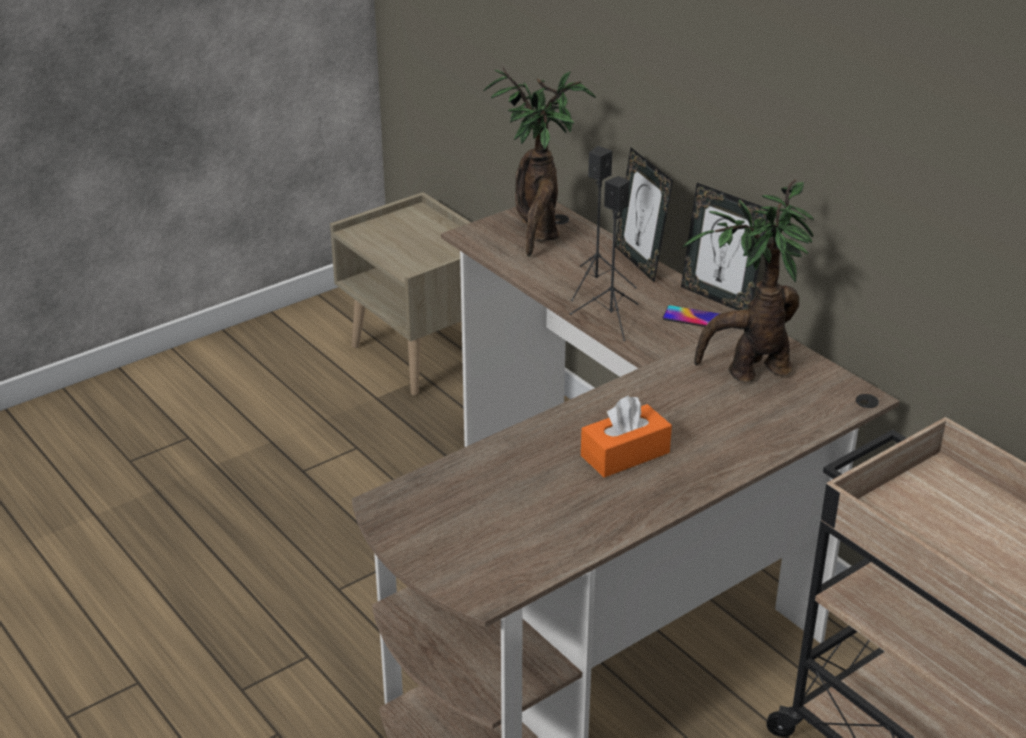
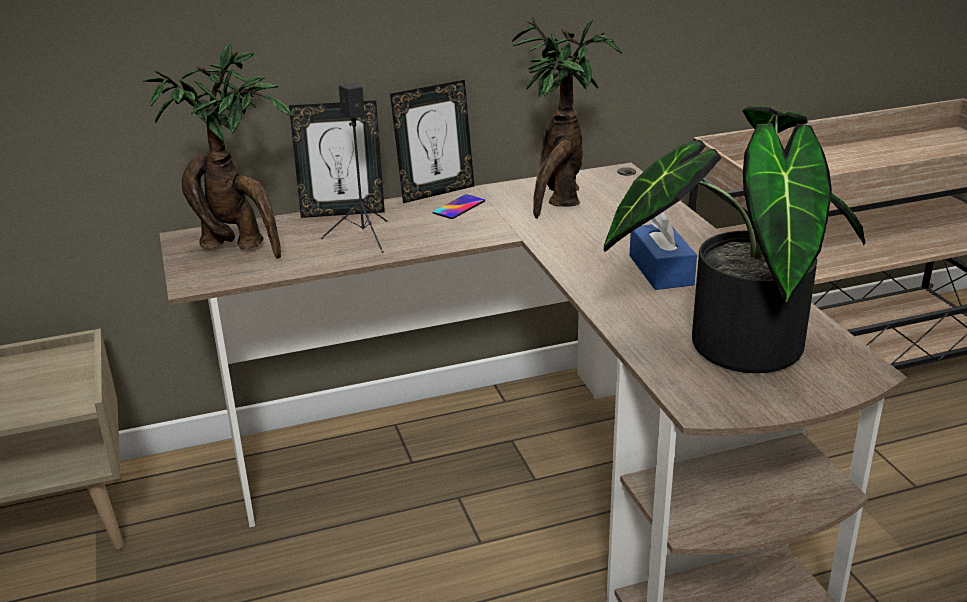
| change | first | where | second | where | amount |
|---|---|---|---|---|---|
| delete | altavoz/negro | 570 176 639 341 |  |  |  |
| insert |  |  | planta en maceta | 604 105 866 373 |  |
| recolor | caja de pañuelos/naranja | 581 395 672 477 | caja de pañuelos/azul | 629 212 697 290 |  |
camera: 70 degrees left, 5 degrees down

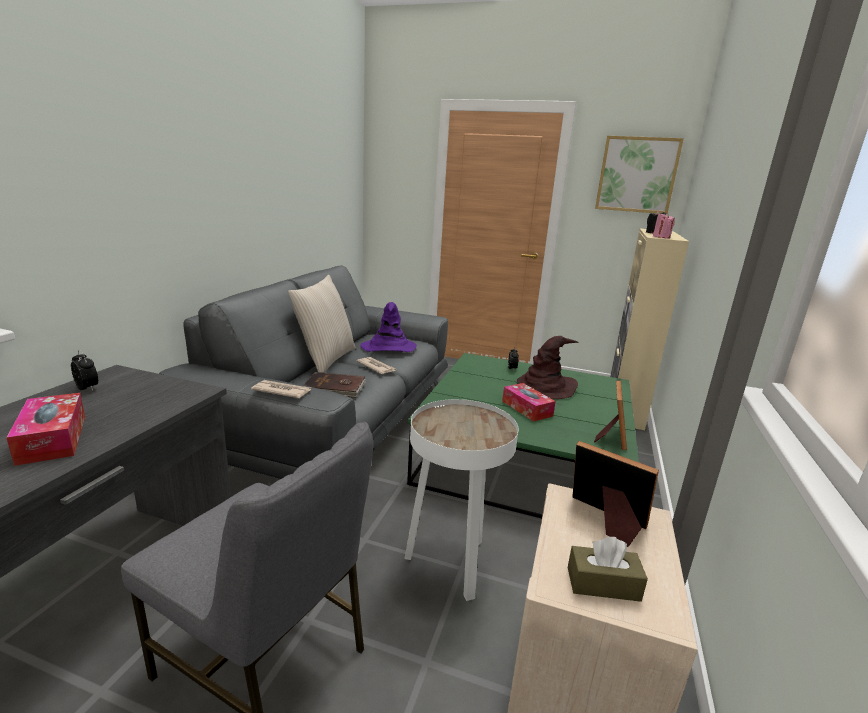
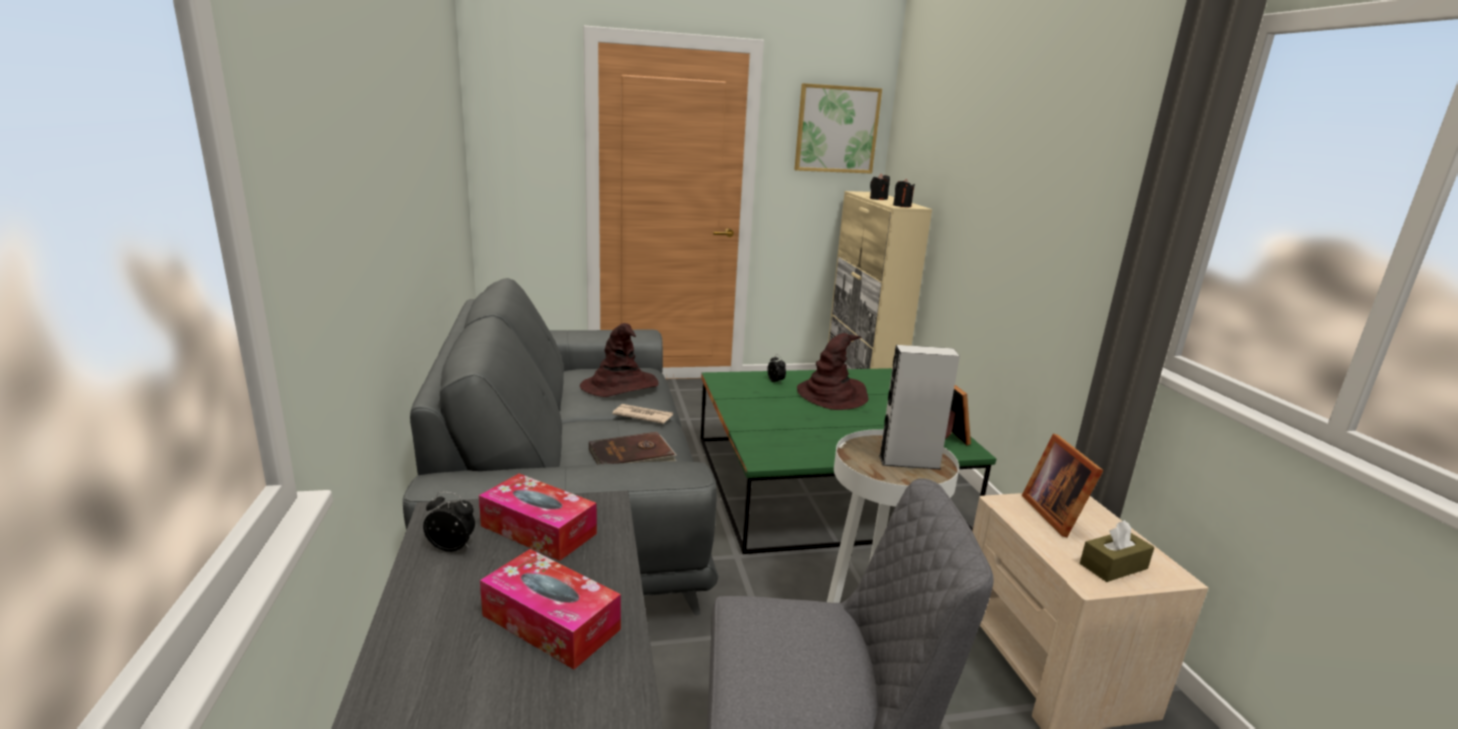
| change | first | where | second | where | amount |
|---|---|---|---|---|---|
| delete | periódico | 251 380 311 398 |  |  |  |
| delete | cojín/beis | 288 275 356 373 |  |  |  |
| insert |  |  | altavoz/gris | 879 345 960 470 |  |
| move | caja de pañuelos | 502 383 556 422 |  | 479 474 597 561 |  |
| recolor | sombrero/morado | 360 302 417 352 | sombrero/marrón | 580 323 659 397 |  |
| recolor | vela/rosa | 653 212 675 239 | vela/negro | 893 179 915 207 |  |
| rotate | portarretratos | 573 441 659 547 |  | 1022 434 1103 537 | 105 degrees counterclockwise |
camera: 30 degrees left, 0 degrees up

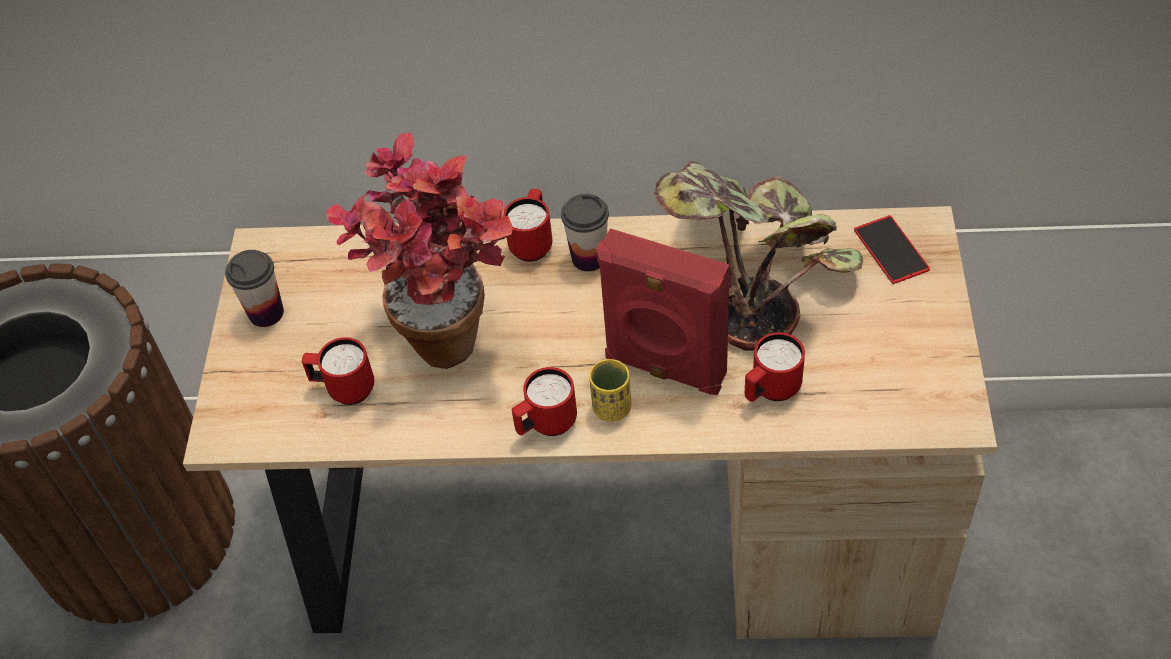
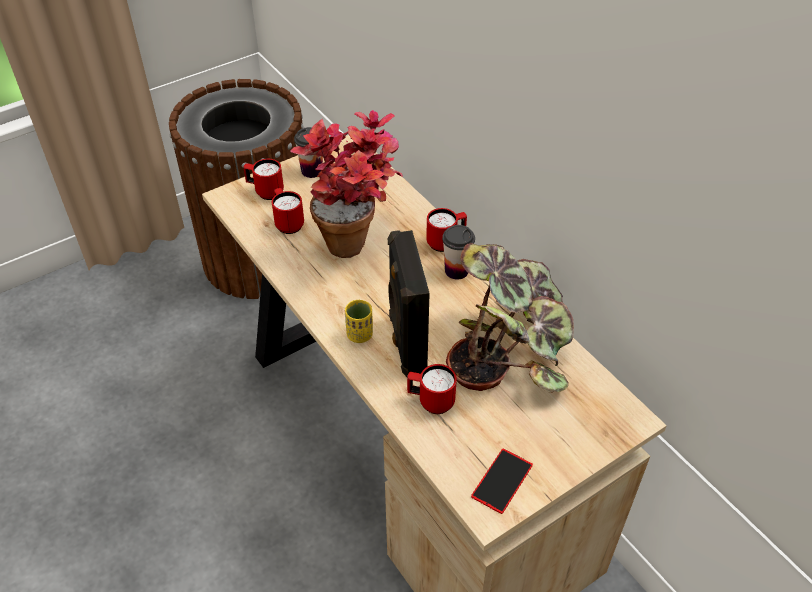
| change | first | where | second | where | amount |
|---|---|---|---|---|---|
| move | taza grande/rojo | 511 367 577 436 |  | 243 159 284 200 |  |
| move | móvil | 854 215 930 284 |  | 471 448 533 514 |  |
| recolor | altavoz/rojo | 596 228 730 395 | altavoz/negro | 388 230 430 377 |  |
camera: 50 degrees right, 5 degrees down

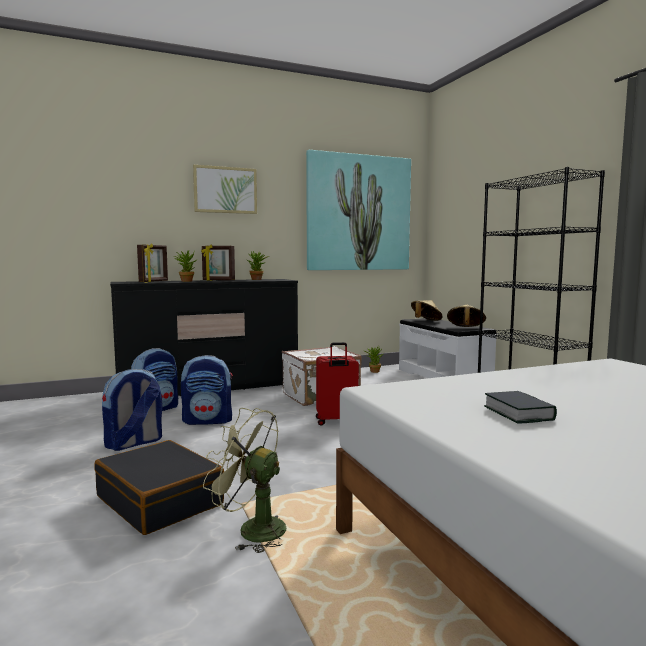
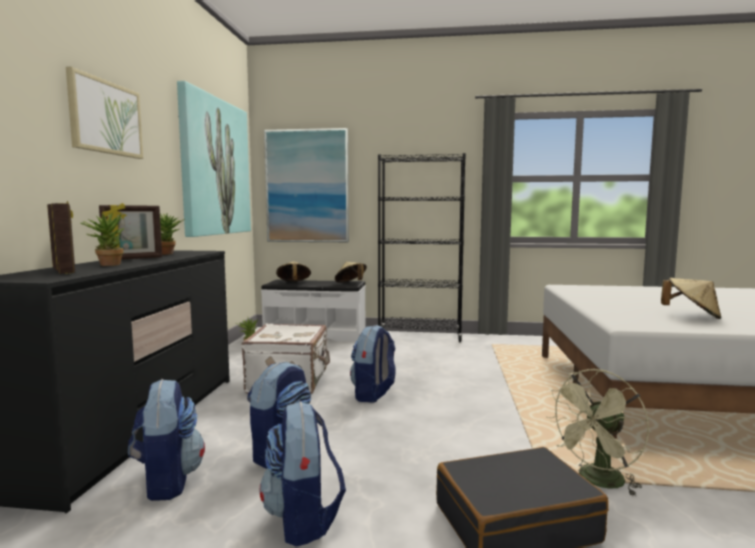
| change | first | where | second | where | amount |
|---|---|---|---|---|---|
| insert |  |  | cuadro | 264 128 349 242 |  |
| replace | maleta/rojo | 316 342 359 426 | mochila | 350 325 396 403 |  |
| replace | libro | 484 391 557 424 | sombrero/beis | 661 278 721 319 |  |
camera: 60 degrees left, 0 degrees up

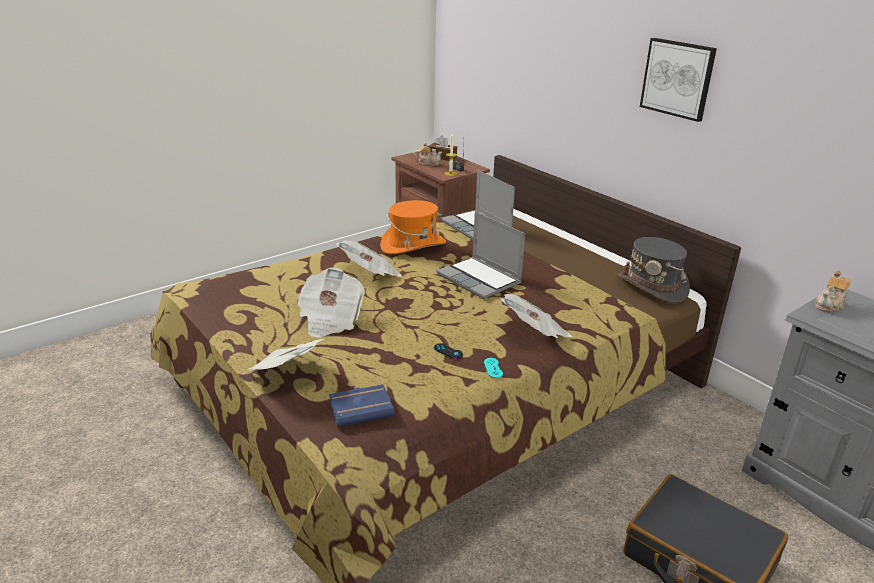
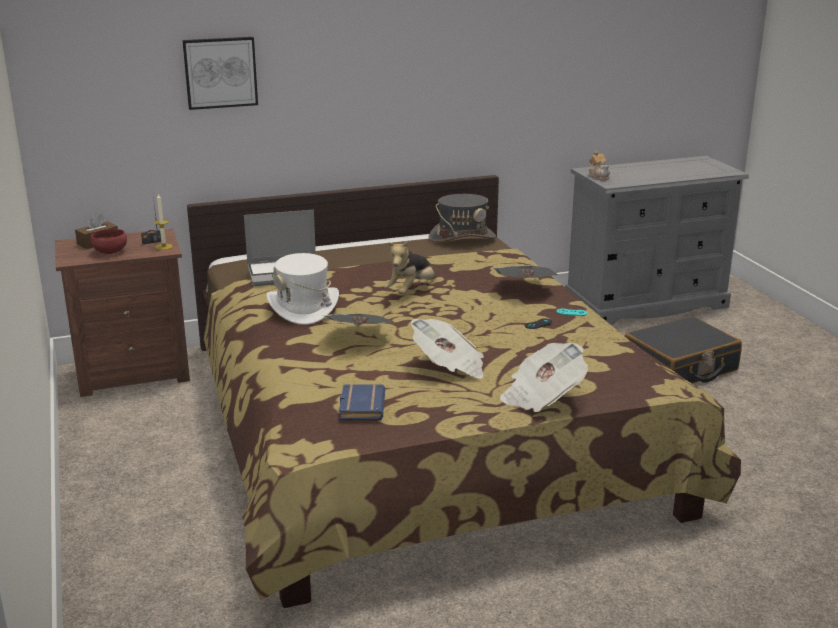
| change | first | where | second | where | amount |
|---|---|---|---|---|---|
| move | libro/azul | 329 384 395 427 |  | 339 384 385 420 |  |
| move | cuadro | 640 38 717 122 |  | 182 37 258 110 |  |
| replace | tetera | 414 142 442 165 | cuenco/rojo | 91 229 127 254 |  |
| replace | portátil | 437 212 525 299 | peluche | 384 241 436 294 |  |
| recolor | sombrero/naranja | 380 200 446 254 | sombrero/blanco | 266 253 339 325 |  |
camera: 70 degrees left, 5 degrees down

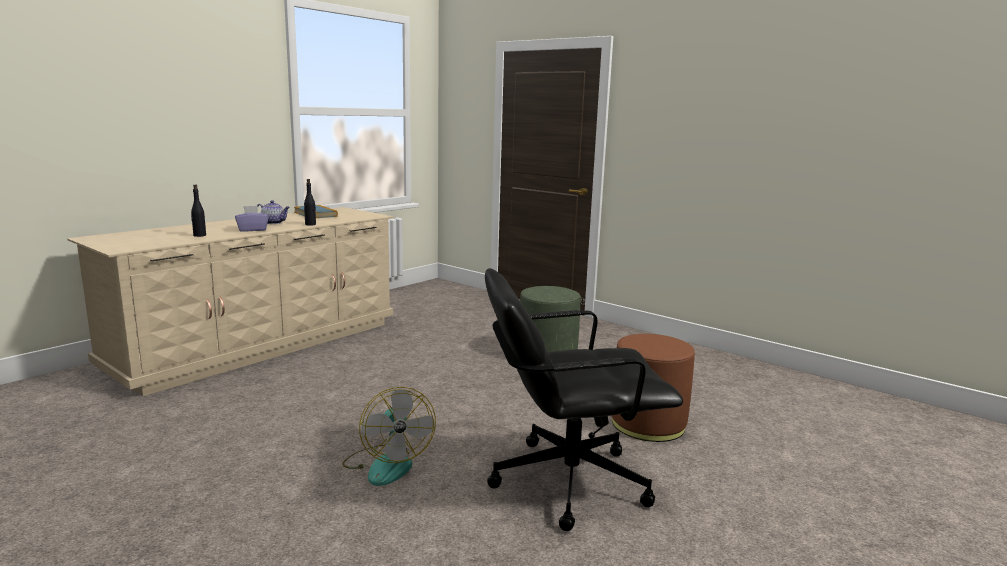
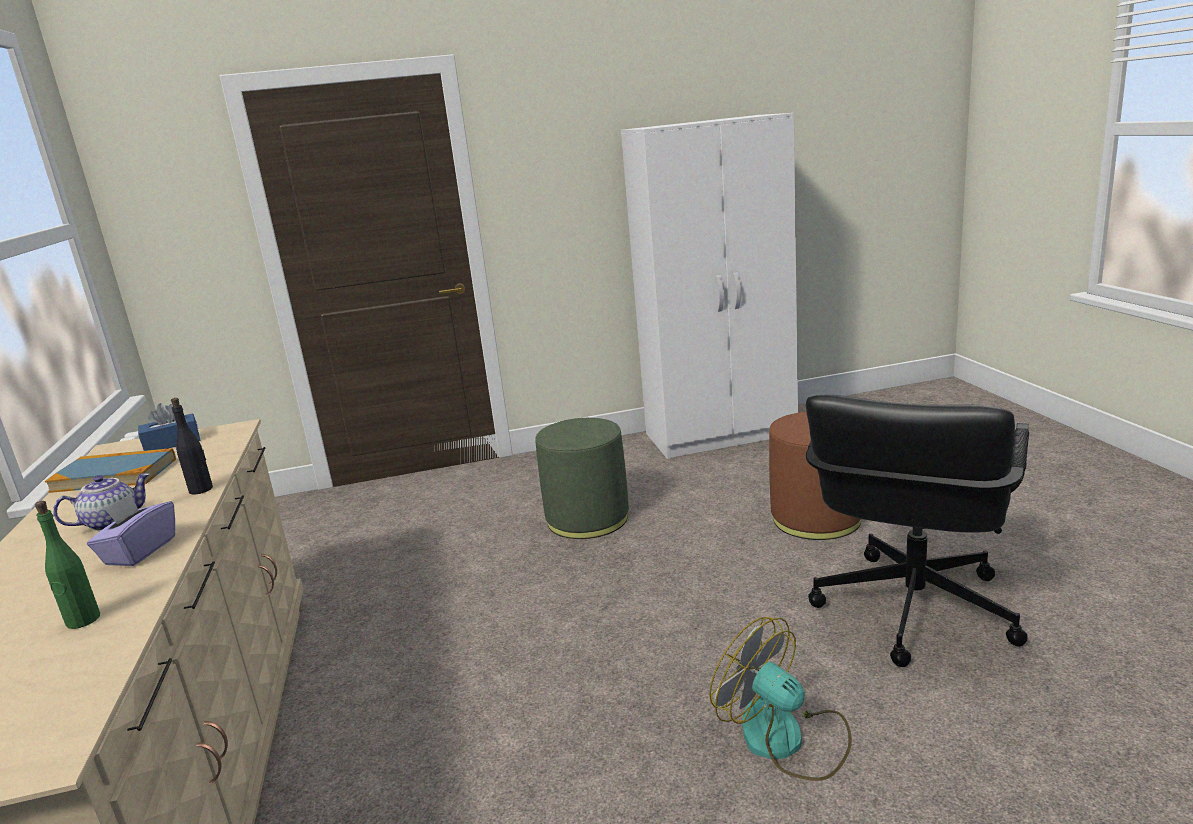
| change | first | where | second | where | amount |
|---|---|---|---|---|---|
| insert |  |  | caja de pañuelos/azul | 138 403 200 451 |  |
| insert |  |  | armario ropero/blanco | 621 113 798 459 |  |
| recolor | botella/negro | 191 185 206 237 | botella/verde | 35 501 100 629 |  |
| rotate | ventilador | 342 387 436 486 |  | 709 617 852 781 | 150 degrees counterclockwise |
camera: 50 degrees left, 5 degrees up

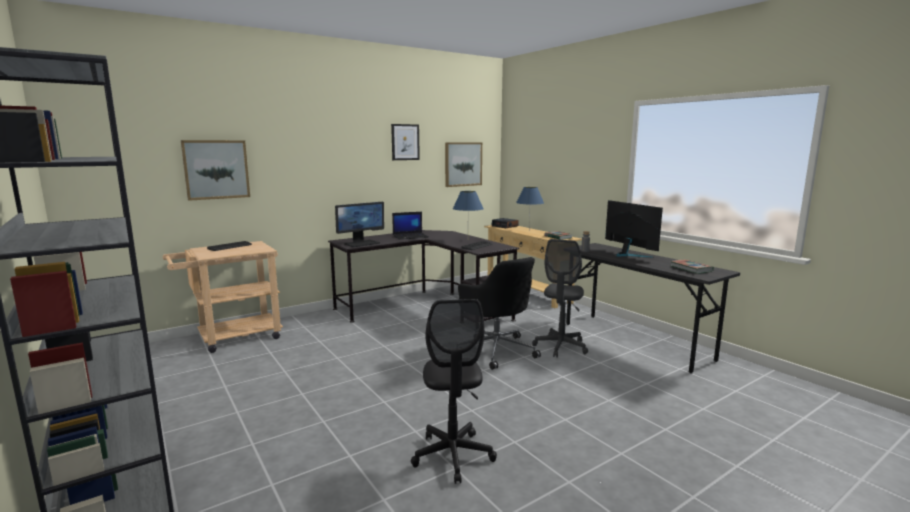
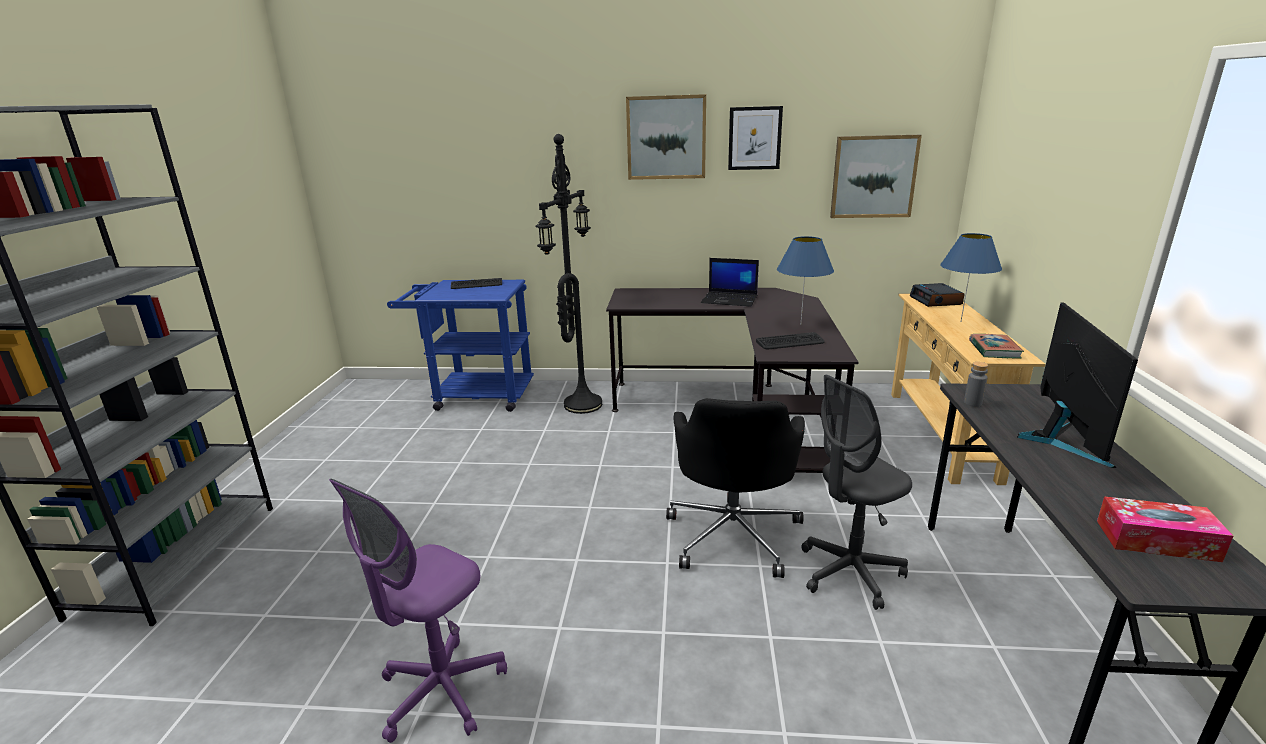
| change | first | where | second | where | amount |
|---|---|---|---|---|---|
| delete | monitor | 335 202 384 247 |  |  |  |
| insert |  |  | lámpara de pie/negro | 536 134 602 414 |  |
| move | cuadro | 181 140 250 201 |  | 626 94 706 180 |  |
| replace | libro | 671 260 714 274 | caja de pañuelos | 1097 496 1233 562 |  |
| recolor | carrito/beis | 163 241 283 353 | carrito/azul | 387 280 534 412 |  |
| recolor | silla de oficina/negro | 411 299 497 484 | silla de oficina/morado | 329 479 507 743 |  |
camera: 40 degrees right, 10 degrees up

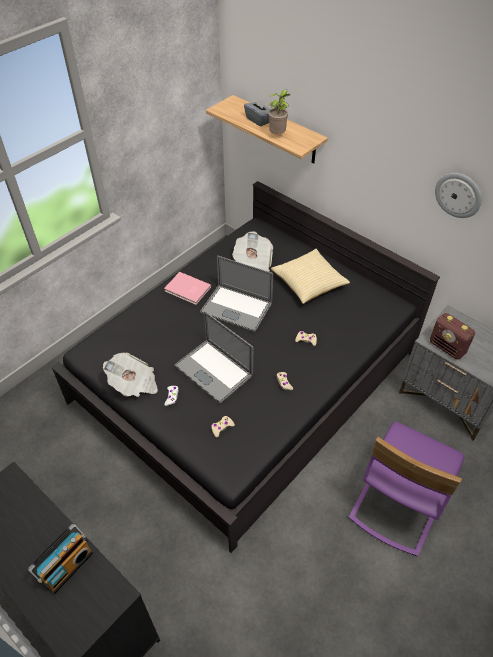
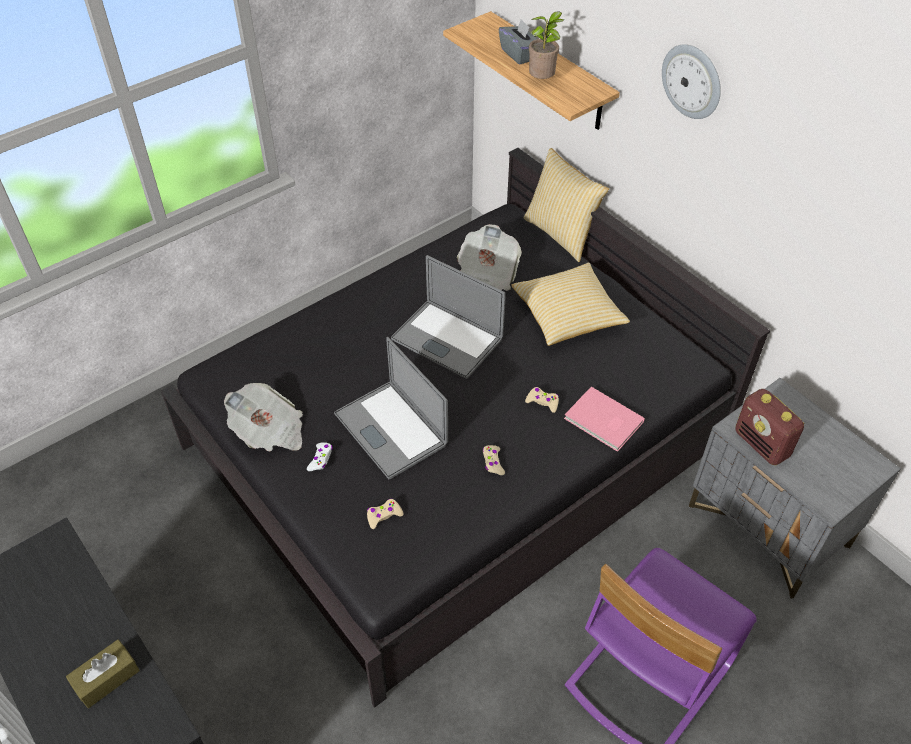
| change | first | where | second | where | amount |
|---|---|---|---|---|---|
| insert |  |  | cojín | 524 148 609 262 |  |
| move | libro/rosa | 164 272 211 305 |  | 564 387 645 452 |  |
| move | reloj de pared | 435 173 482 218 |  | 662 44 721 119 |  |
| replace | radio | 28 524 93 594 | caja de pañuelos/marrón | 66 639 140 708 |  |
camera: 10 degrees right, 0 degrees up

